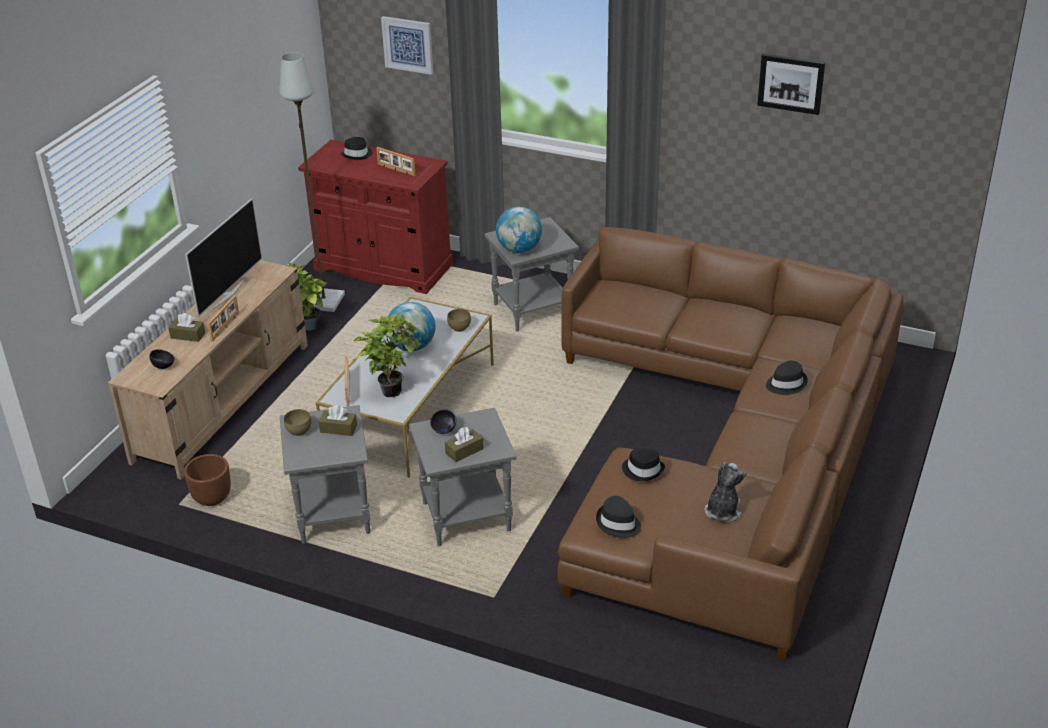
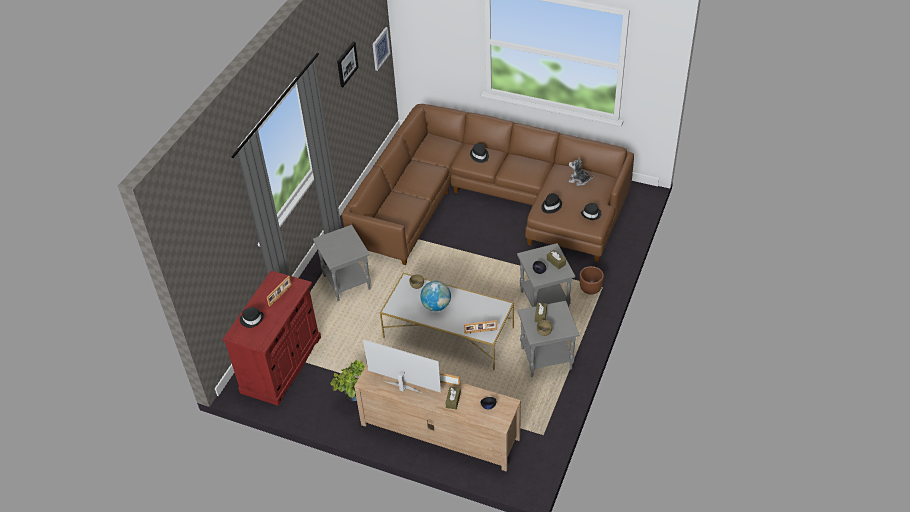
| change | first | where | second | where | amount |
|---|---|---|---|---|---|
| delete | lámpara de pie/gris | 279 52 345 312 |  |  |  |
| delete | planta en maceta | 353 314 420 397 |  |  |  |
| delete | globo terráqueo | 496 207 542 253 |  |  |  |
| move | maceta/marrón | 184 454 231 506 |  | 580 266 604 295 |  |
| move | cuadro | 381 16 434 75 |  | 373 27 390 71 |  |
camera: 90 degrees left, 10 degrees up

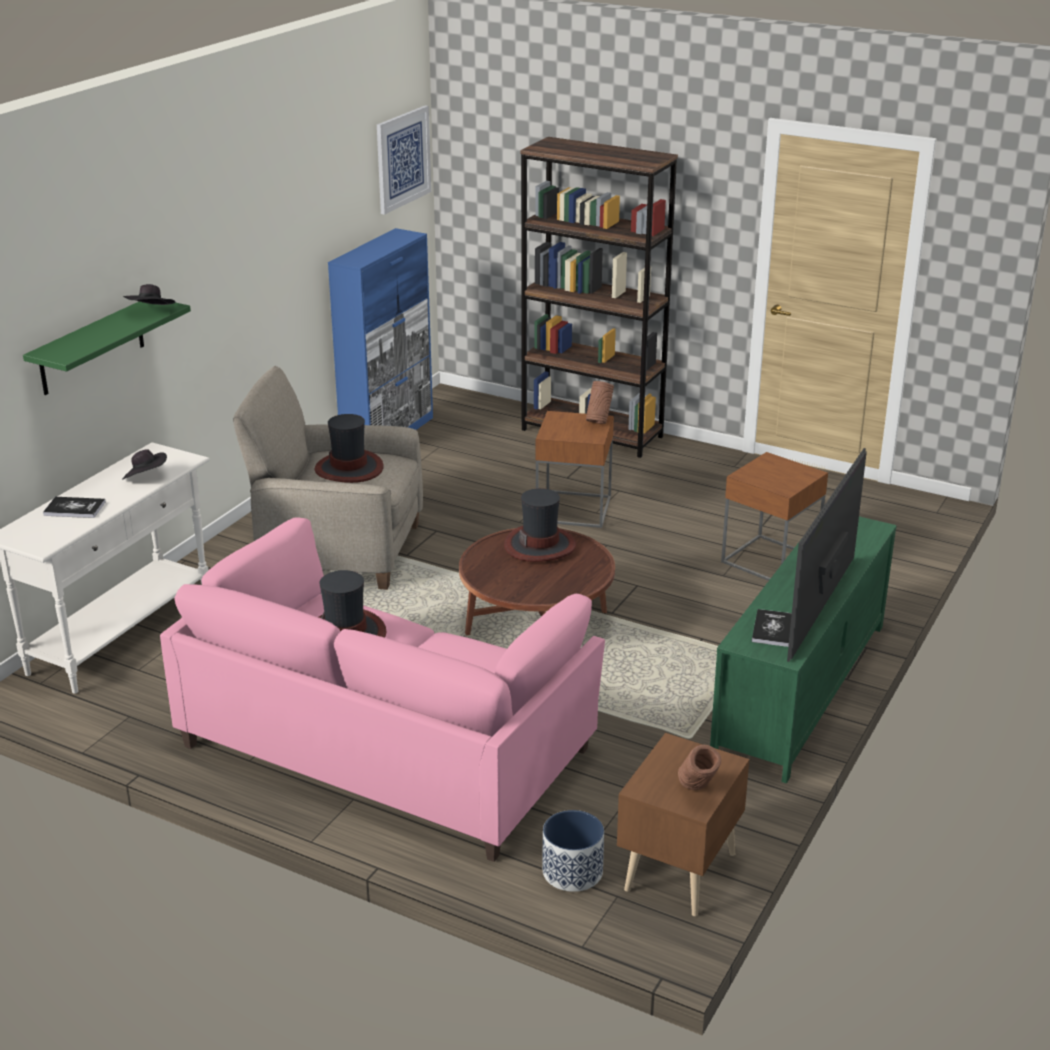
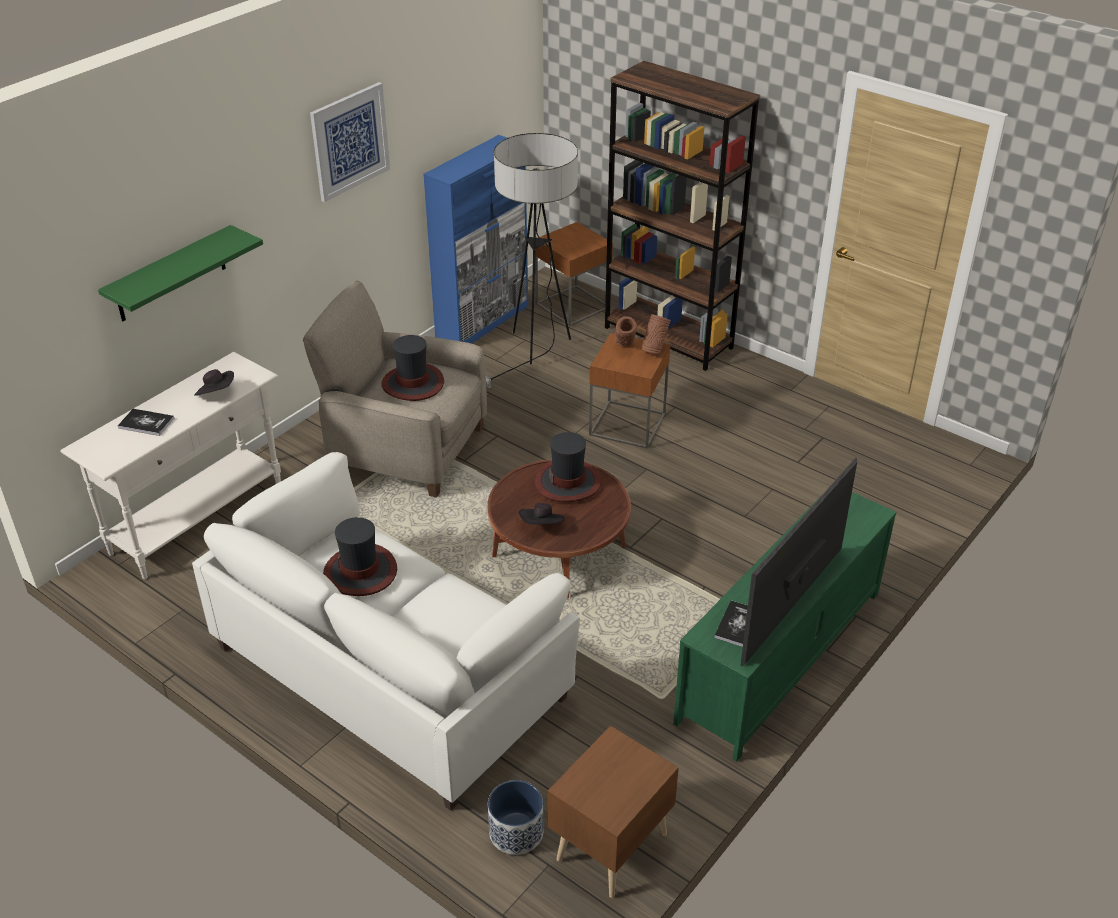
| change | first | where | second | where | amount |
|---|---|---|---|---|---|
| insert |  |  | lámpara de pie | 486 133 578 388 |  |
| move | sombrero/negro | 123 284 175 305 |  | 519 503 565 525 |  |
| move | cuadro | 377 105 431 215 |  | 310 82 390 202 |  |
| move | florero/marrón | 678 745 721 790 |  | 615 316 637 347 |  |
| move | mesa auxiliar/marrón | 721 452 828 581 |  | 535 222 613 326 |  |
| recolor | sofá/rosa | 160 517 605 862 | sofá/blanco | 192 452 580 811 |  |
camera: 10 degrees right, 10 degrees up

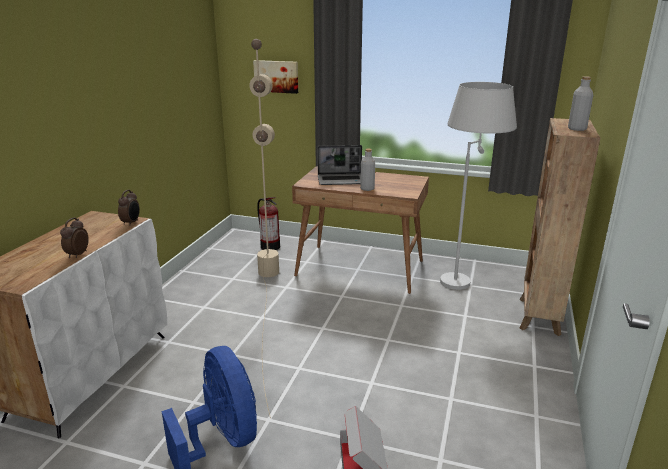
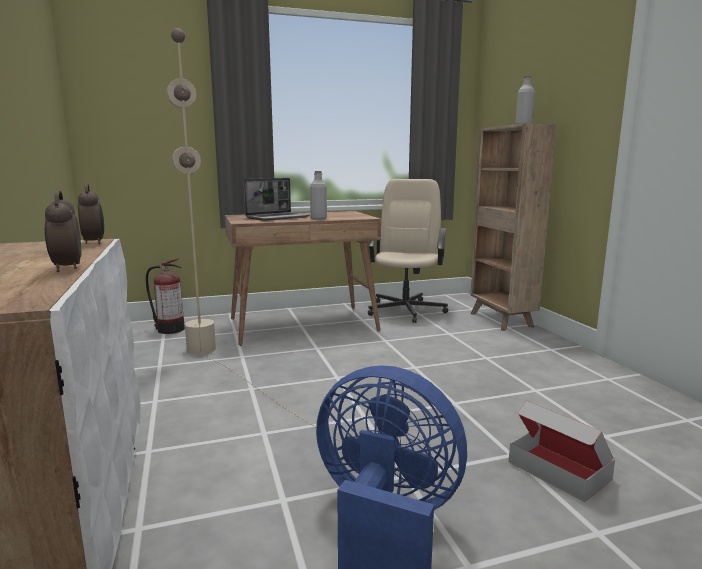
| change | first | where | second | where | amount |
|---|---|---|---|---|---|
| delete | cuadro | 253 60 298 94 |  |  |  |
| replace | lámpara de pie/blanco | 440 82 517 290 | silla de oficina/beis | 368 179 448 323 |  |
camera: 35 degrees left, 10 degrees down

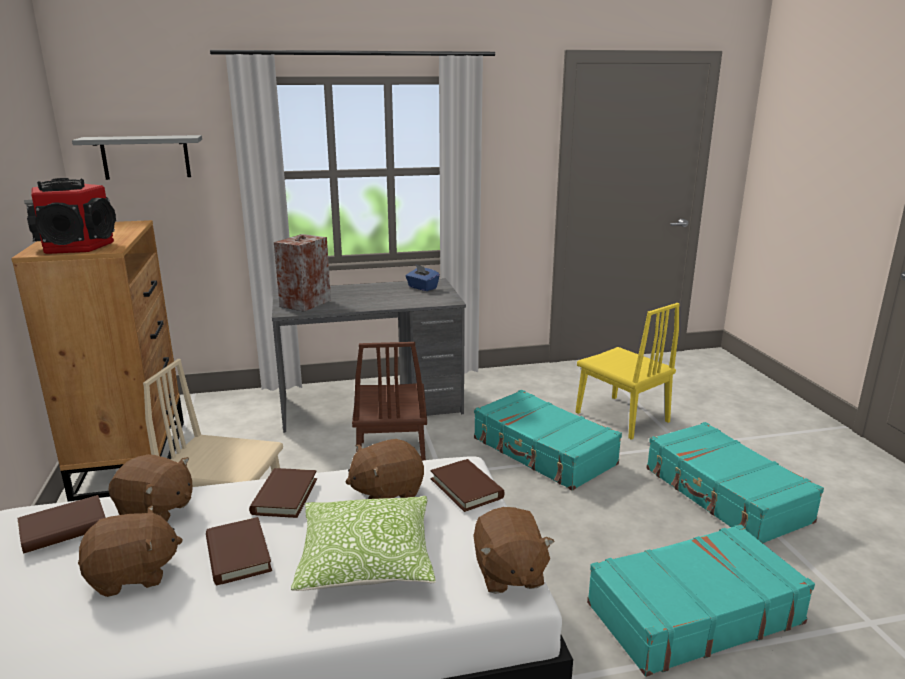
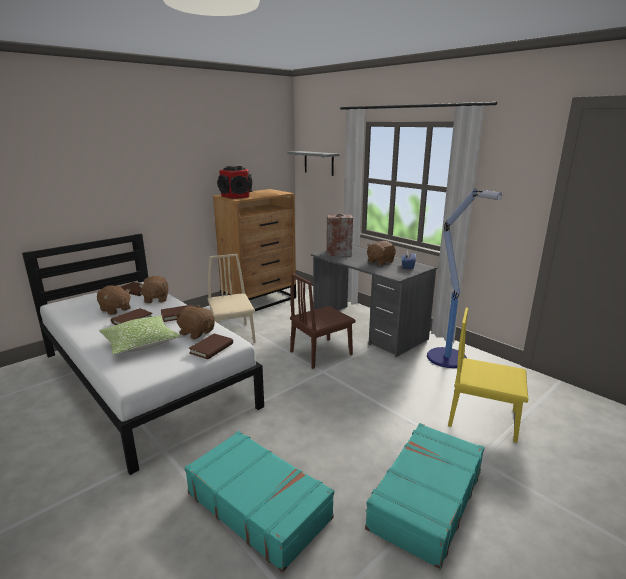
| change | first | where | second | where | amount |
|---|---|---|---|---|---|
| delete | maleta/turquesa | 474 390 622 491 |  |  |  |
| insert |  |  | lámpara de pie | 427 188 502 368 |  |
| move | peluche/marrón | 473 507 555 594 |  | 367 241 396 266 |  |
| rotate | silla/amarillo | 576 303 680 440 |  | 448 308 528 443 | 90 degrees clockwise |
camera: 60 degrees right, 0 degrees up

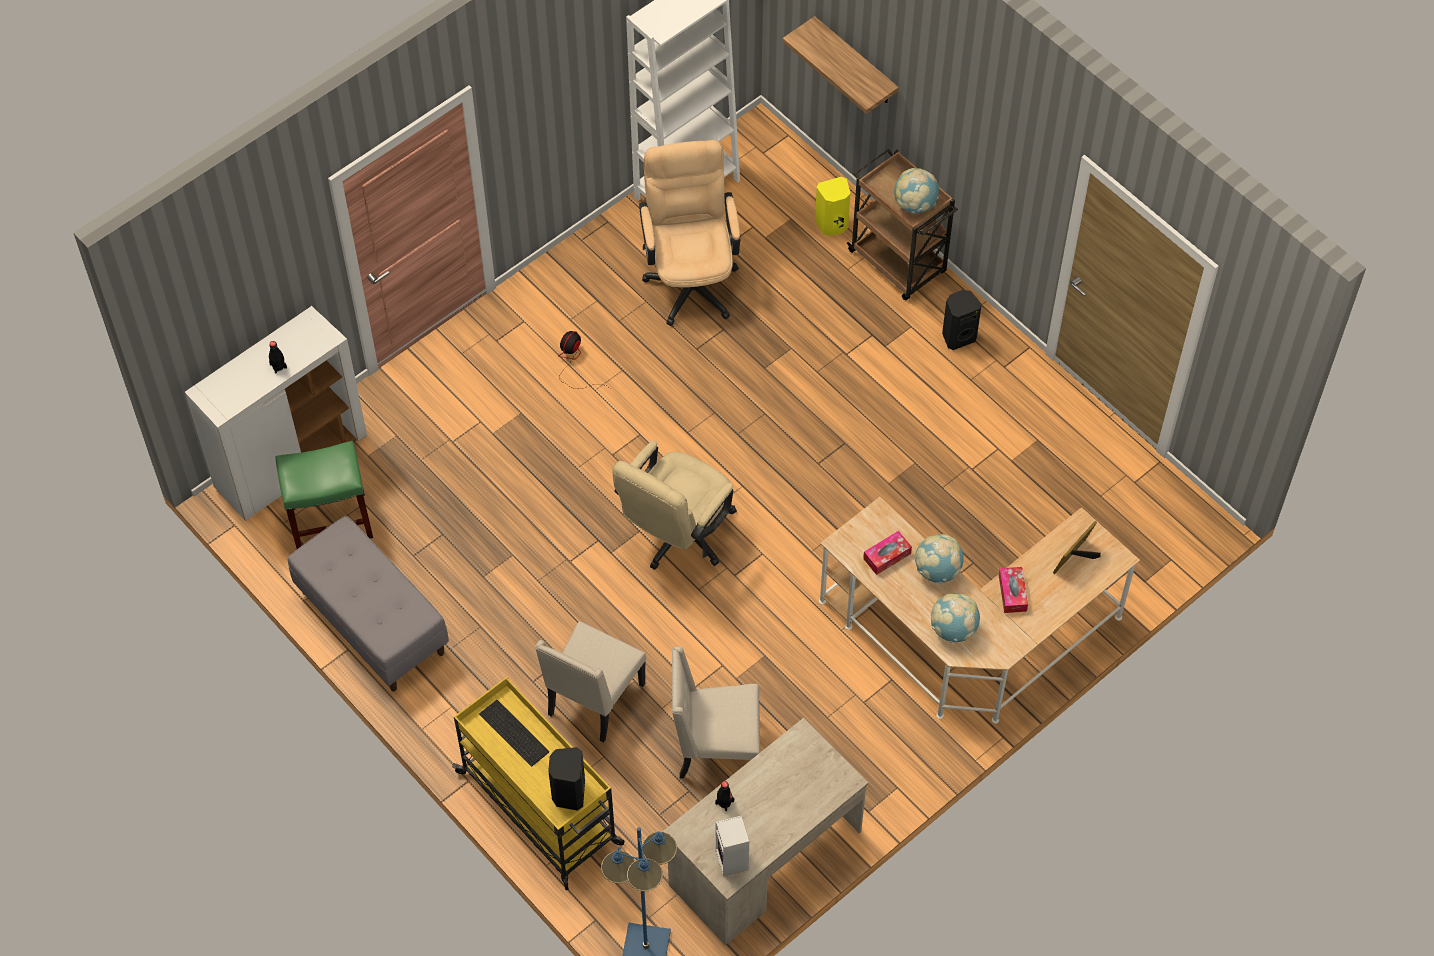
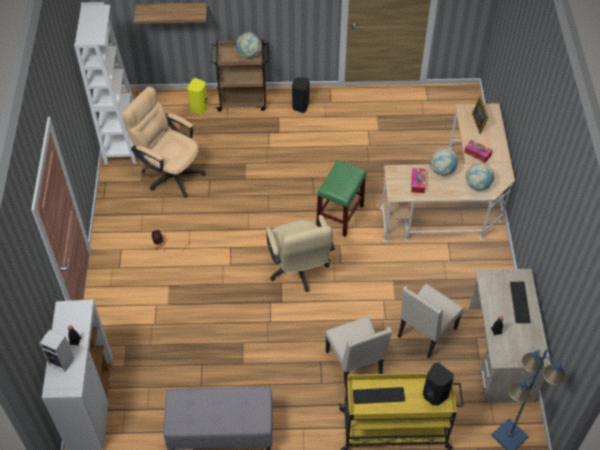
| change | first | where | second | where | amount |
|---|---|---|---|---|---|
| insert |  |  | teclado | 510 282 531 323 |  |
| move | taburete/verde | 276 441 373 549 |  | 316 160 367 237 |  |
| move | altavoz | 716 815 749 876 |  | 39 329 74 372 |  |
camera: 50 degrees left, 5 degrees down

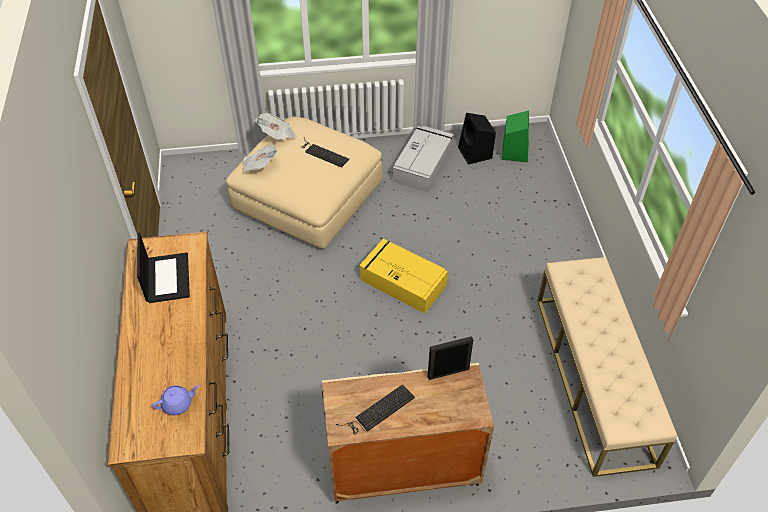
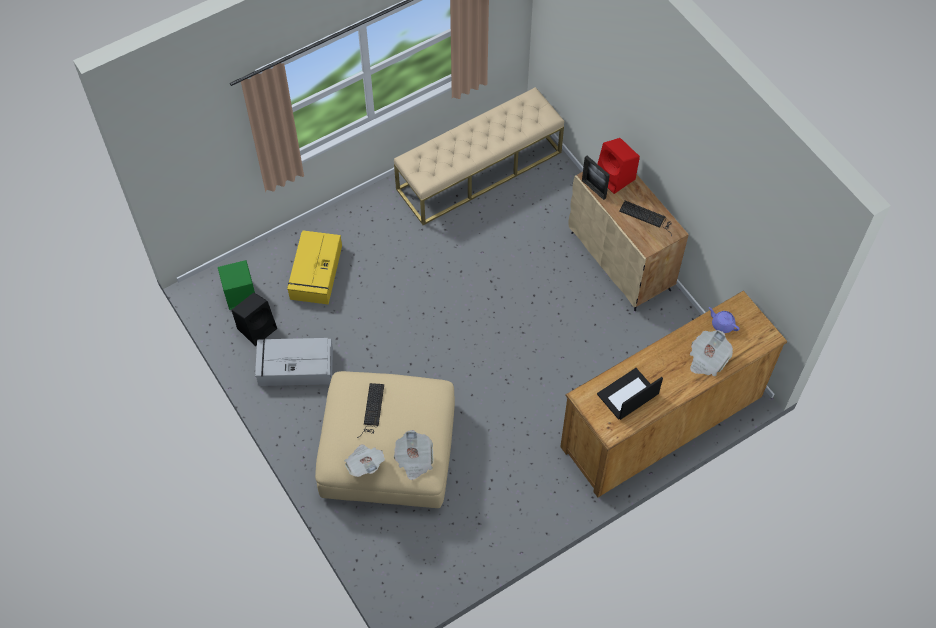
| change | first | where | second | where | amount |
|---|---|---|---|---|---|
| insert |  |  | altavoz/rojo | 598 138 640 194 |  |
| insert |  |  | periódico | 690 330 733 376 |  |
| move | caja de almacenaje/amarillo | 359 238 448 314 |  | 287 230 342 305 |  |
camera: 115 degrees left, 10 degrees up

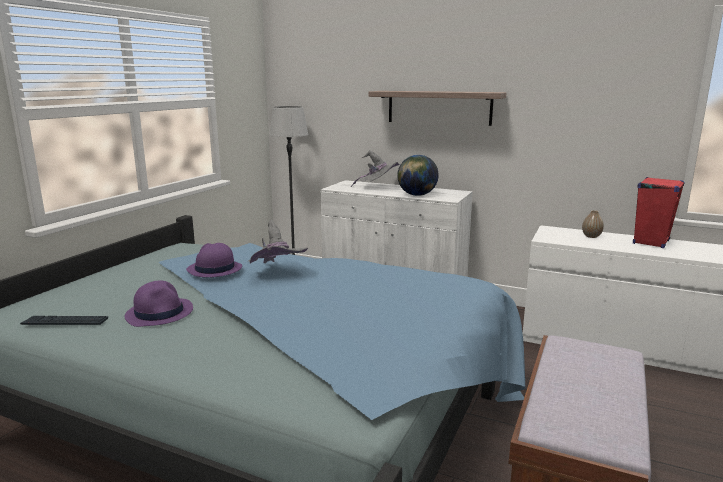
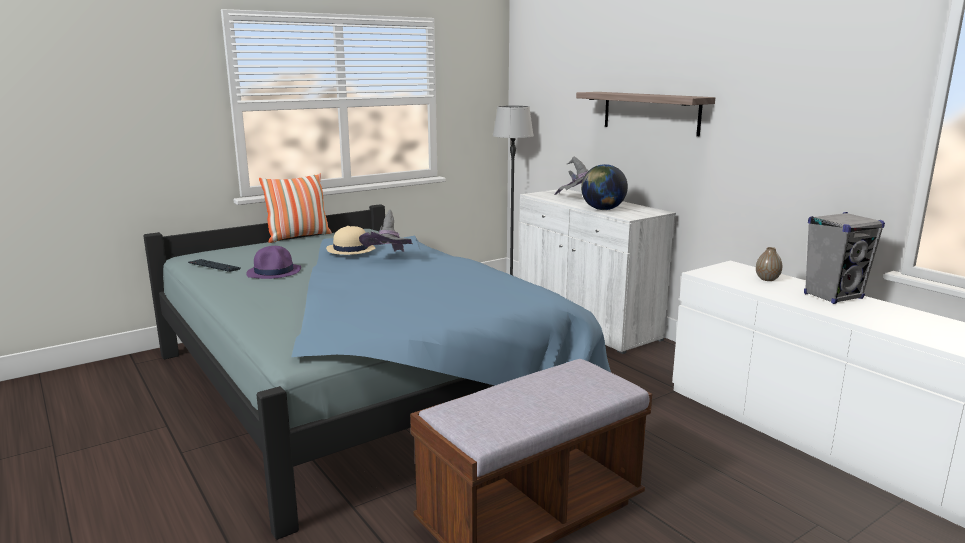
| change | first | where | second | where | amount |
|---|---|---|---|---|---|
| insert |  |  | cojín | 259 174 332 243 |  |
| recolor | sombrero/morado | 186 243 242 277 | sombrero/beis | 326 226 375 255 |  |
| recolor | altavoz/rojo | 633 177 685 248 | altavoz/gris | 804 212 885 304 |  |
camera: 30 degrees right, 0 degrees up

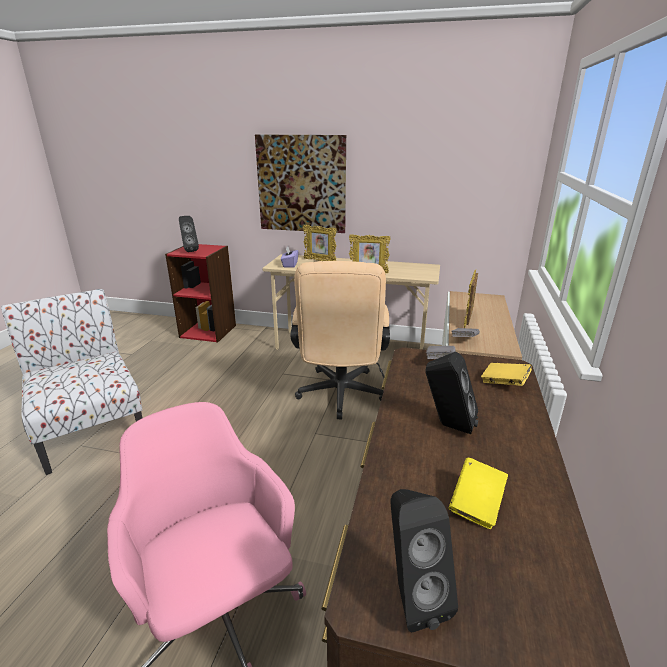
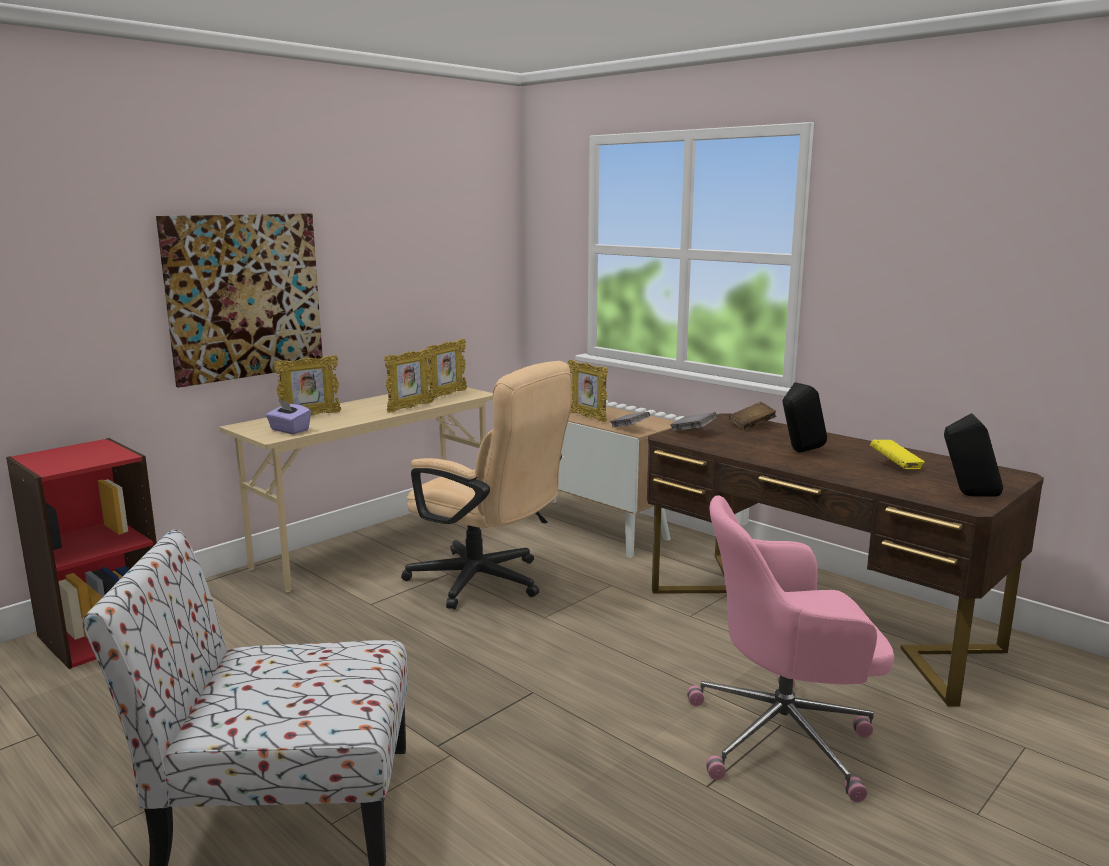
| change | first | where | second | where | amount |
|---|---|---|---|---|---|
| delete | altavoz/negro | 179 216 199 252 |  |  |  |
| insert |  |  | portarretratos | 427 339 467 399 |  |
| recolor | libro/amarillo | 481 363 532 386 | libro/marrón | 729 402 776 430 |  |
camera: 60 degrees left, 10 degrees down

